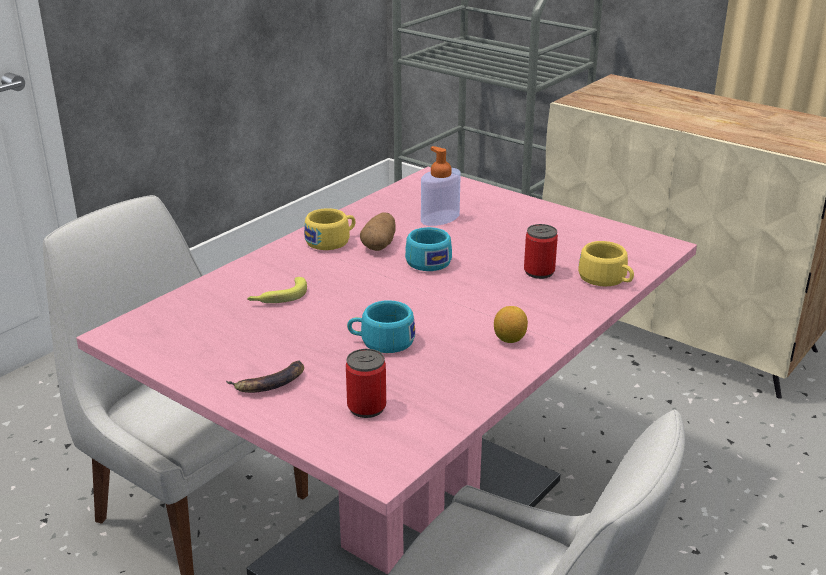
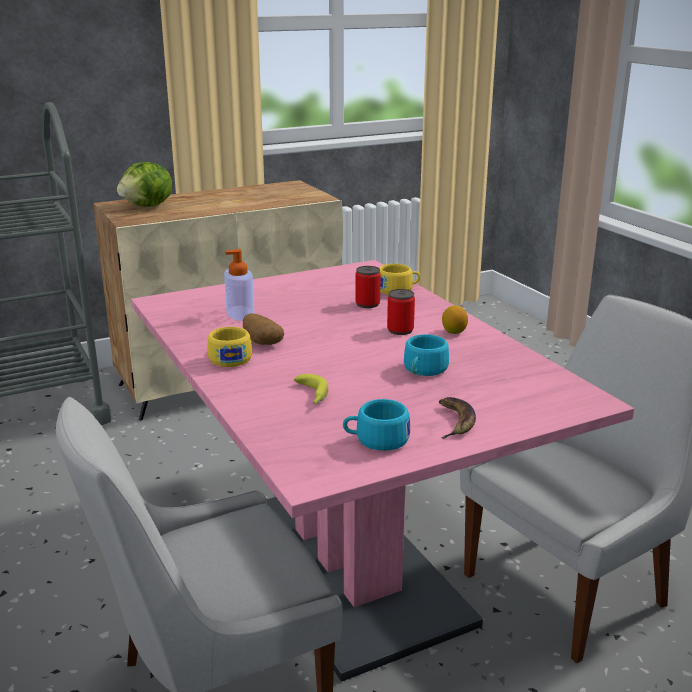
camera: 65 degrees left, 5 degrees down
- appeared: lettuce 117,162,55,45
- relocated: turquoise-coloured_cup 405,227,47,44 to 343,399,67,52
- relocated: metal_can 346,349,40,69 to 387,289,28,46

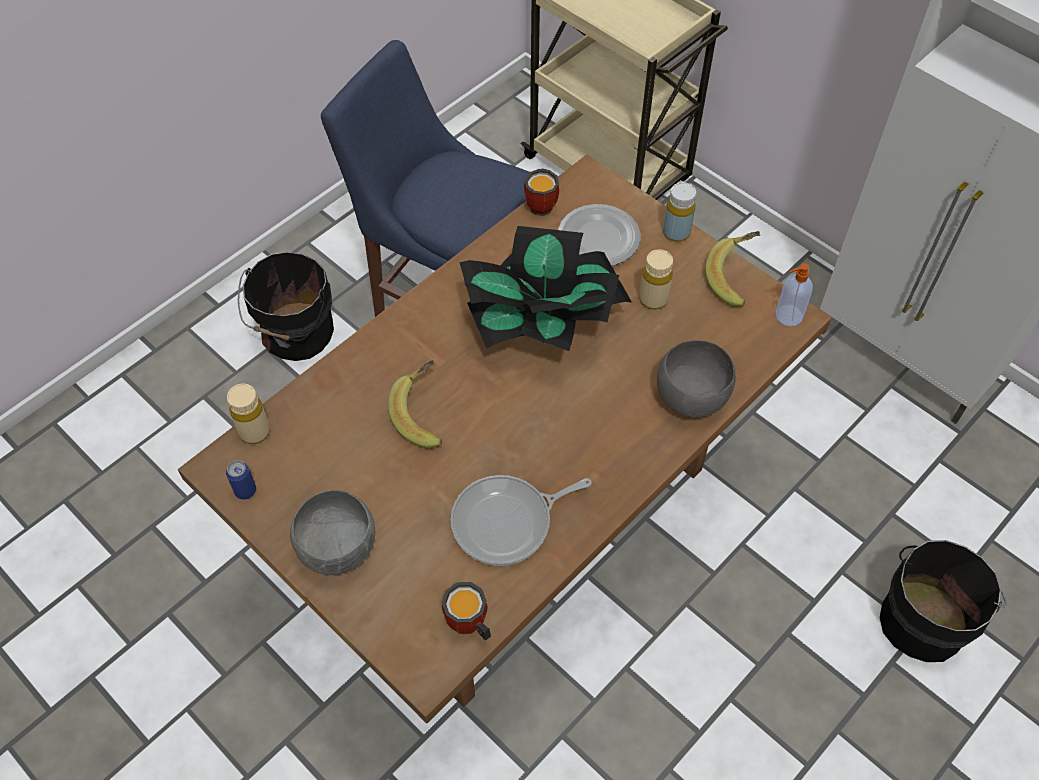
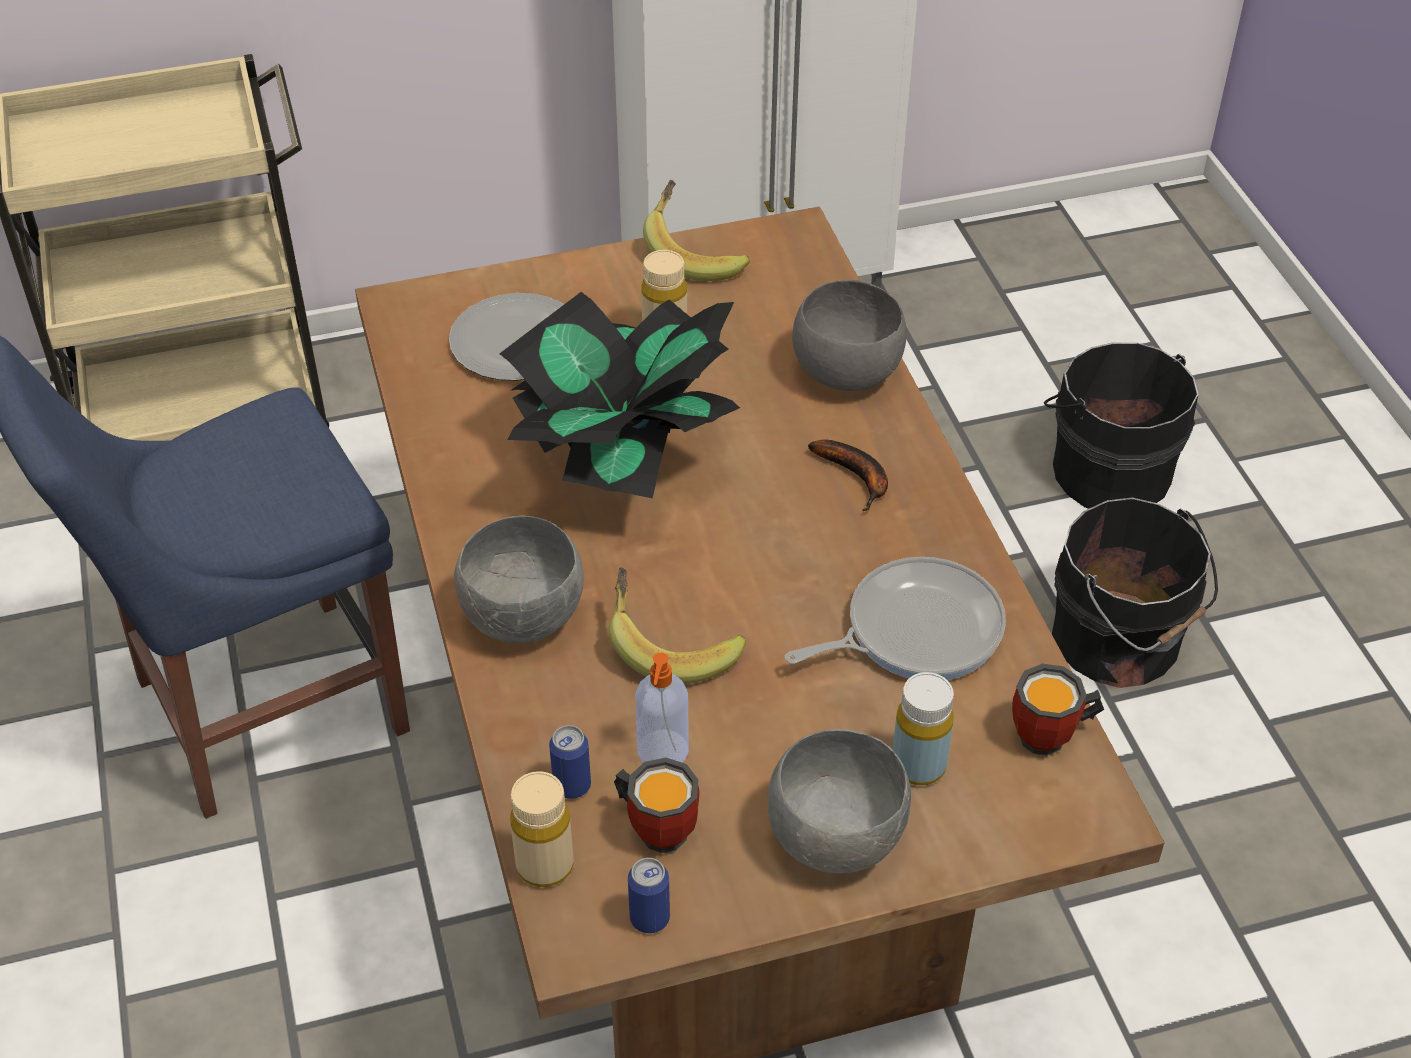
camera: 60 degrees left, 10 degrees down
- appeared: grey_bowl 454,516,130,127
- appeared: metal_can 549,725,42,74
- relocated: mug 524,169,35,47 to 614,758,86,95
- relocated: soap_bottle 775,263,38,63 to 635,653,54,110
- spun: frying_pan 451,475,141,91 = 785,557,221,123 120 degrees counterclockwise
- appeared: banana_fruit 808,439,80,72
- relocated: yellowish_bottle 663,182,33,60 to 893,672,61,113
- relocated: black-coloured_water_bucket 238,252,96,109 to 1052,497,166,191

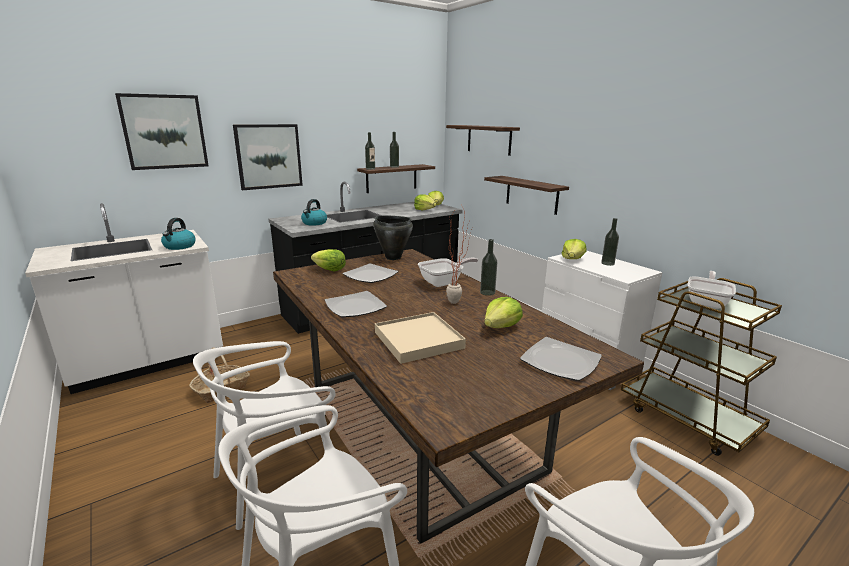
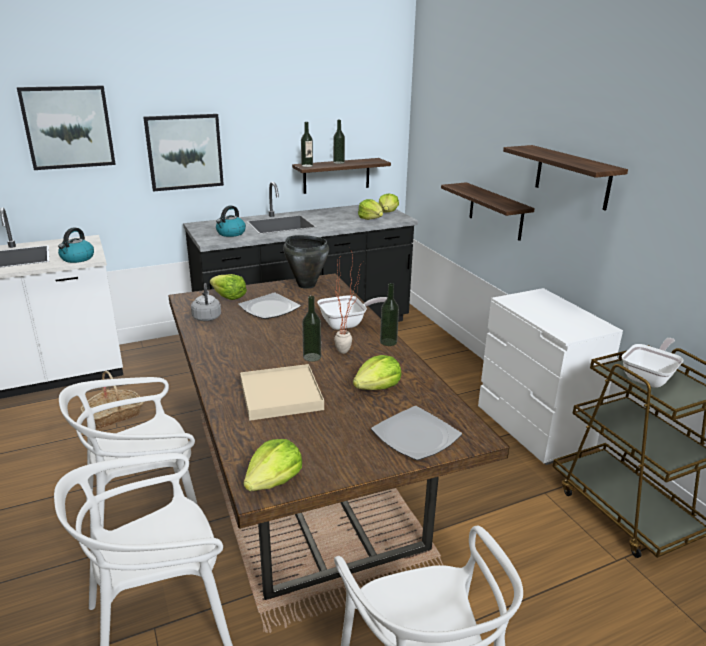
camera: 10 degrees right, 5 degrees up
- appeared: grey_water_kettle 191,283,30,38
- relocated: lettuce 561,239,26,20 to 244,439,58,52
- relocated: bottle 601,218,18,48 to 302,296,19,66
- relocated: bracket_shelf 446,125,74,31 to 503,145,125,66
- missing: flat_dish 325,291,62,27

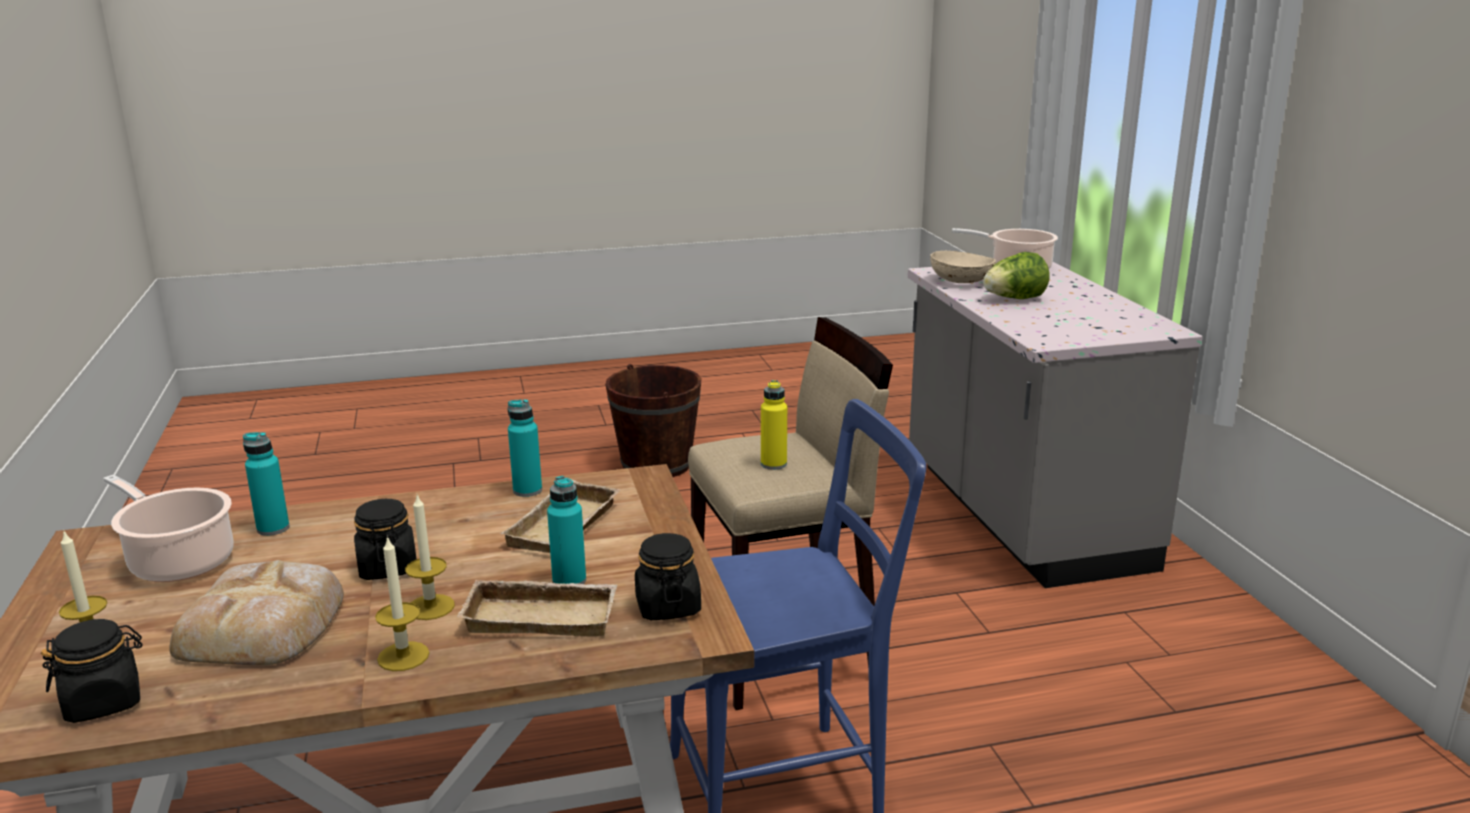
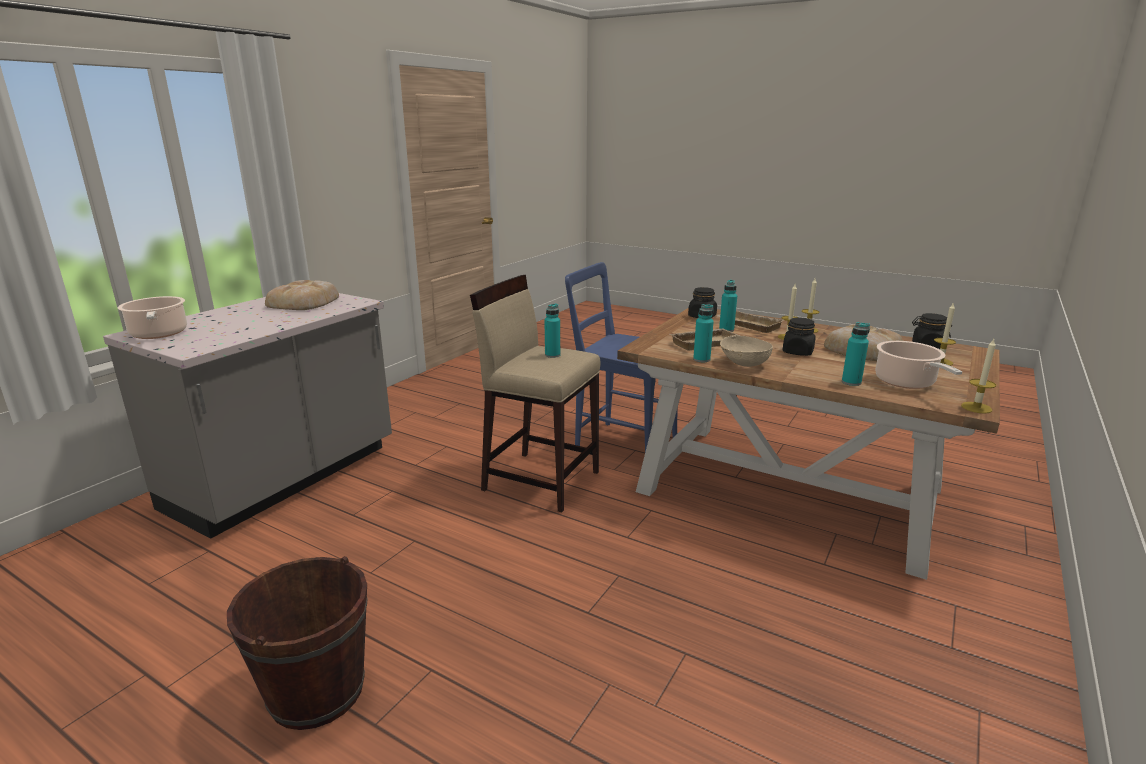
camera: 135 degrees left, 0 degrees up
- appeared: bread 265,280,74,30
- colour: yellowish_bottle 761,380,26,90 to turquoise-coloured_bottle 544,303,16,55
- relocated: beige_bowl 930,250,65,33 to 720,335,53,32
- appeared: wax_candle 961,339,35,75
- missing: lettuce 983,252,67,47

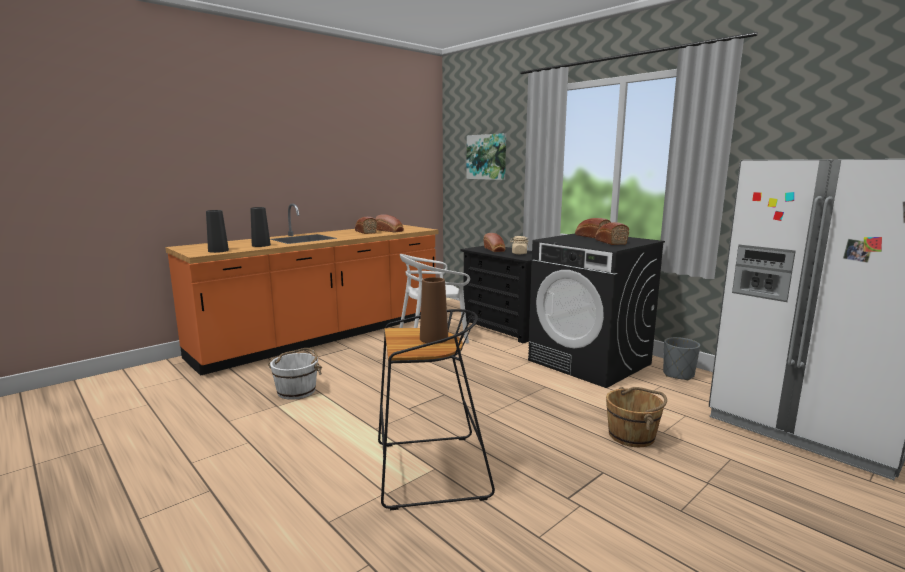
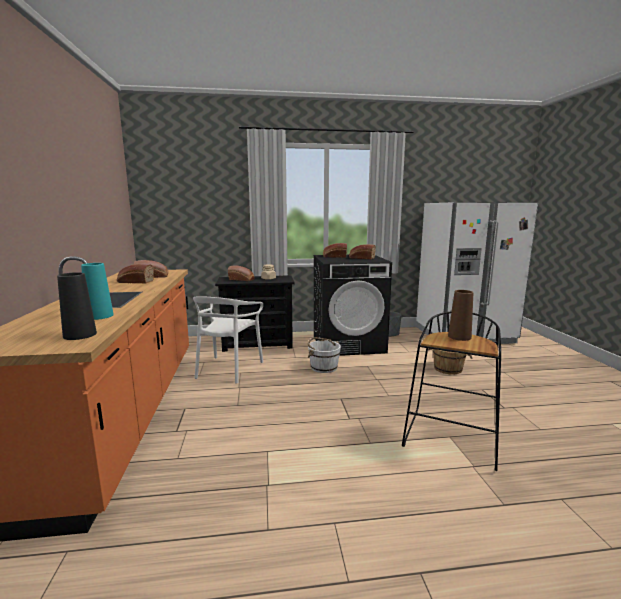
camera: 55 degrees left, 0 degrees up
- colour: black-coloured_vase 250,207,21,40 to turquoise-coloured_vase 81,263,33,57
- relocated: white-coloured_water_bucket 268,348,54,52 to 308,337,33,36
- missing: picture 466,133,40,47

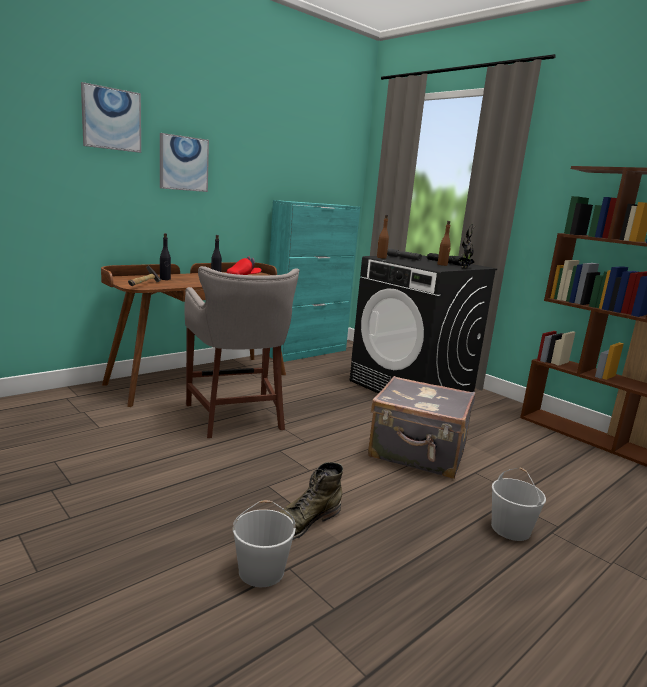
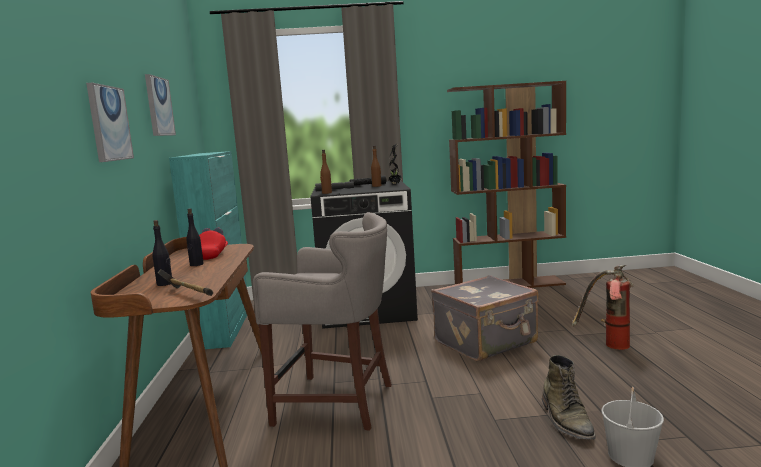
camera: 50 degrees left, 5 degrees down
- relocated: picture 81,82,60,71 to 145,74,31,62
- exchanged: white-coloured_water_bucket 491,468,55,73 to extinguisher 572,265,62,85

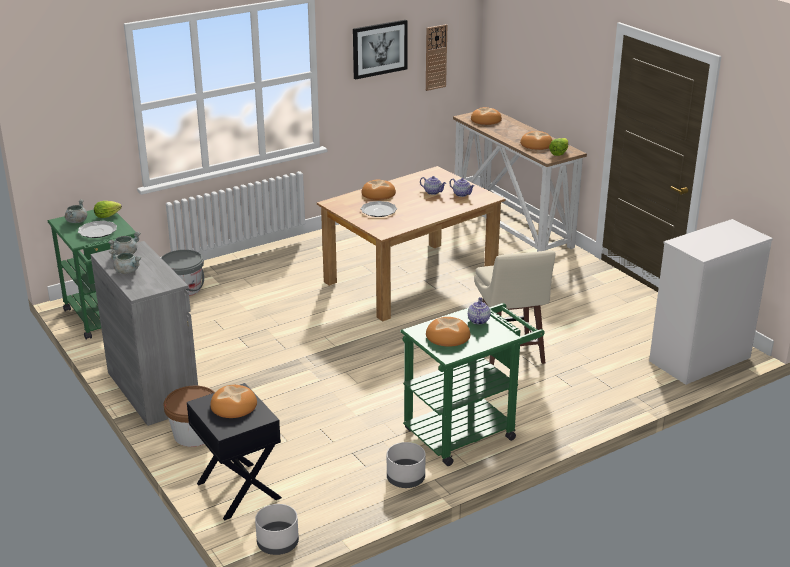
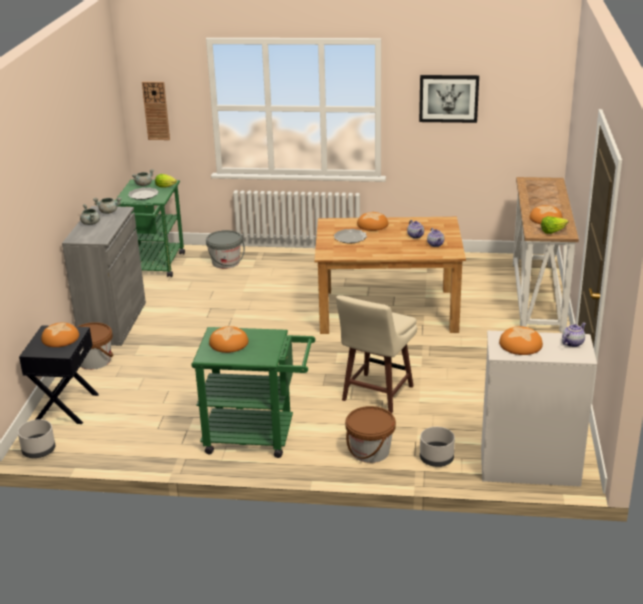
camera: 40 degrees right, 0 degrees up
- relocated: clock_on_the_wall 426,24,22,67 to 142,81,28,59
- appeared: brown_water_bucket 345,406,51,57
- relocated: grey_planter 387,442,39,46 to 420,427,35,40
- relocated: bread 471,107,31,18 to 499,326,44,29
- relocated: teapot 468,297,22,28 to 562,323,24,24

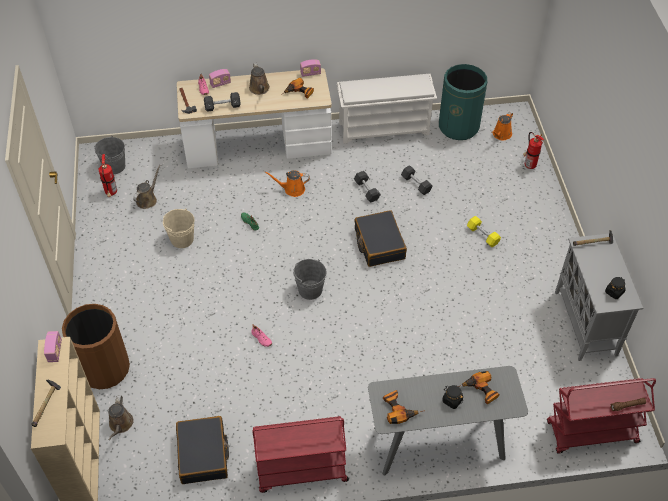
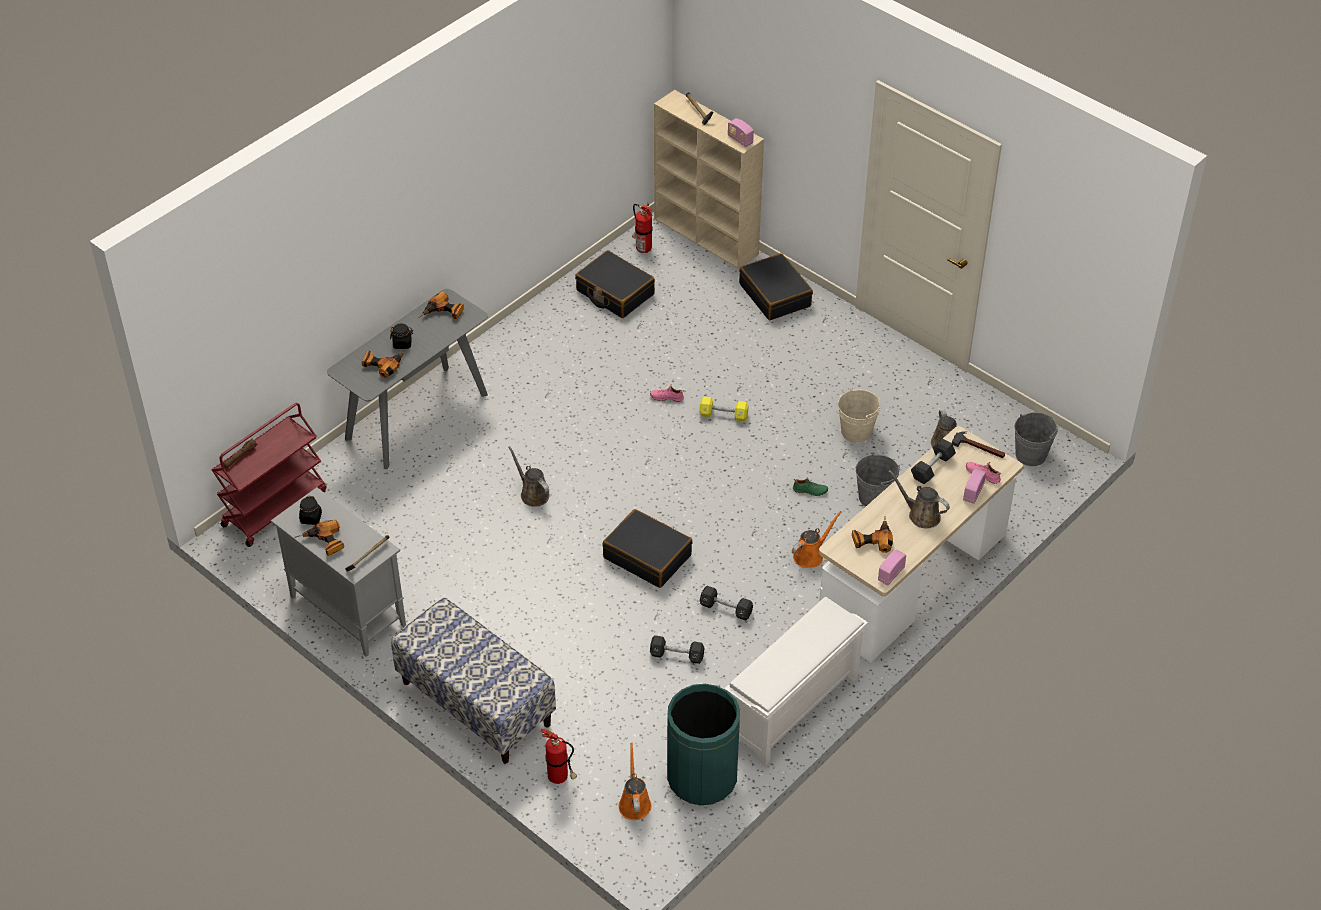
camera: 140 degrees right, 5 degrees down
- appeared: drill 295,520,49,36
- appeared: indoor_bench 391,598,165,165
- relocated: brown_watering_pot 108,396,26,44 to 508,446,41,61
- relocated: extinguisher 98,154,19,43 to 632,203,21,50
- relocated: yellowish_hand_weight 467,216,34,31 to 699,396,49,26
- exchanged: brown_rubbish_bin 62,304,68,85 to black-coloured_piece_of_luggage 739,253,74,67
- relocated: grey_water_bucket 293,259,33,41 to 856,453,44,53
- missing: red-coloured_trolley 252,416,97,77

